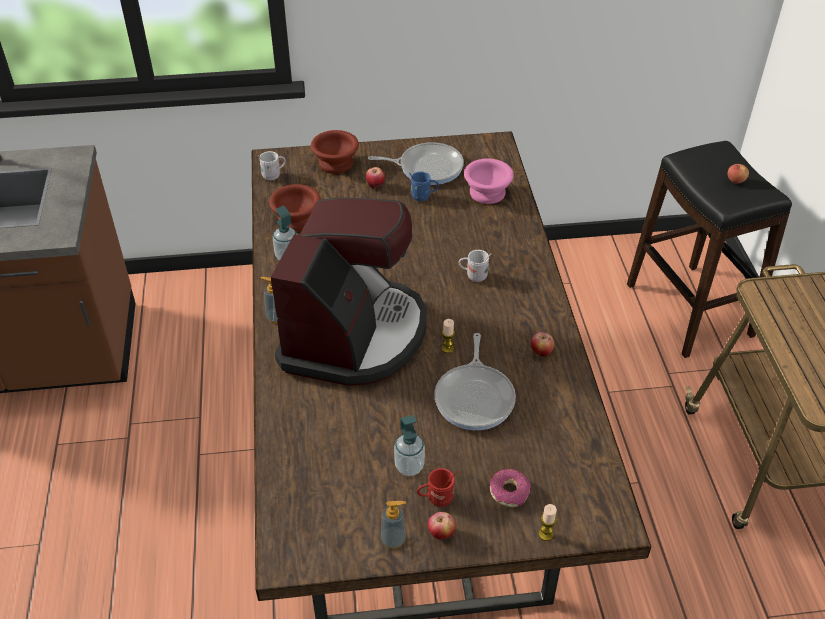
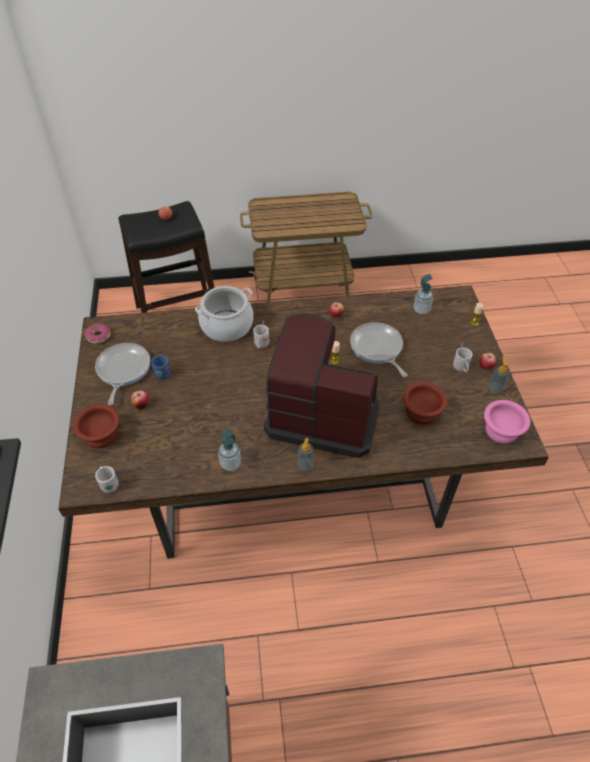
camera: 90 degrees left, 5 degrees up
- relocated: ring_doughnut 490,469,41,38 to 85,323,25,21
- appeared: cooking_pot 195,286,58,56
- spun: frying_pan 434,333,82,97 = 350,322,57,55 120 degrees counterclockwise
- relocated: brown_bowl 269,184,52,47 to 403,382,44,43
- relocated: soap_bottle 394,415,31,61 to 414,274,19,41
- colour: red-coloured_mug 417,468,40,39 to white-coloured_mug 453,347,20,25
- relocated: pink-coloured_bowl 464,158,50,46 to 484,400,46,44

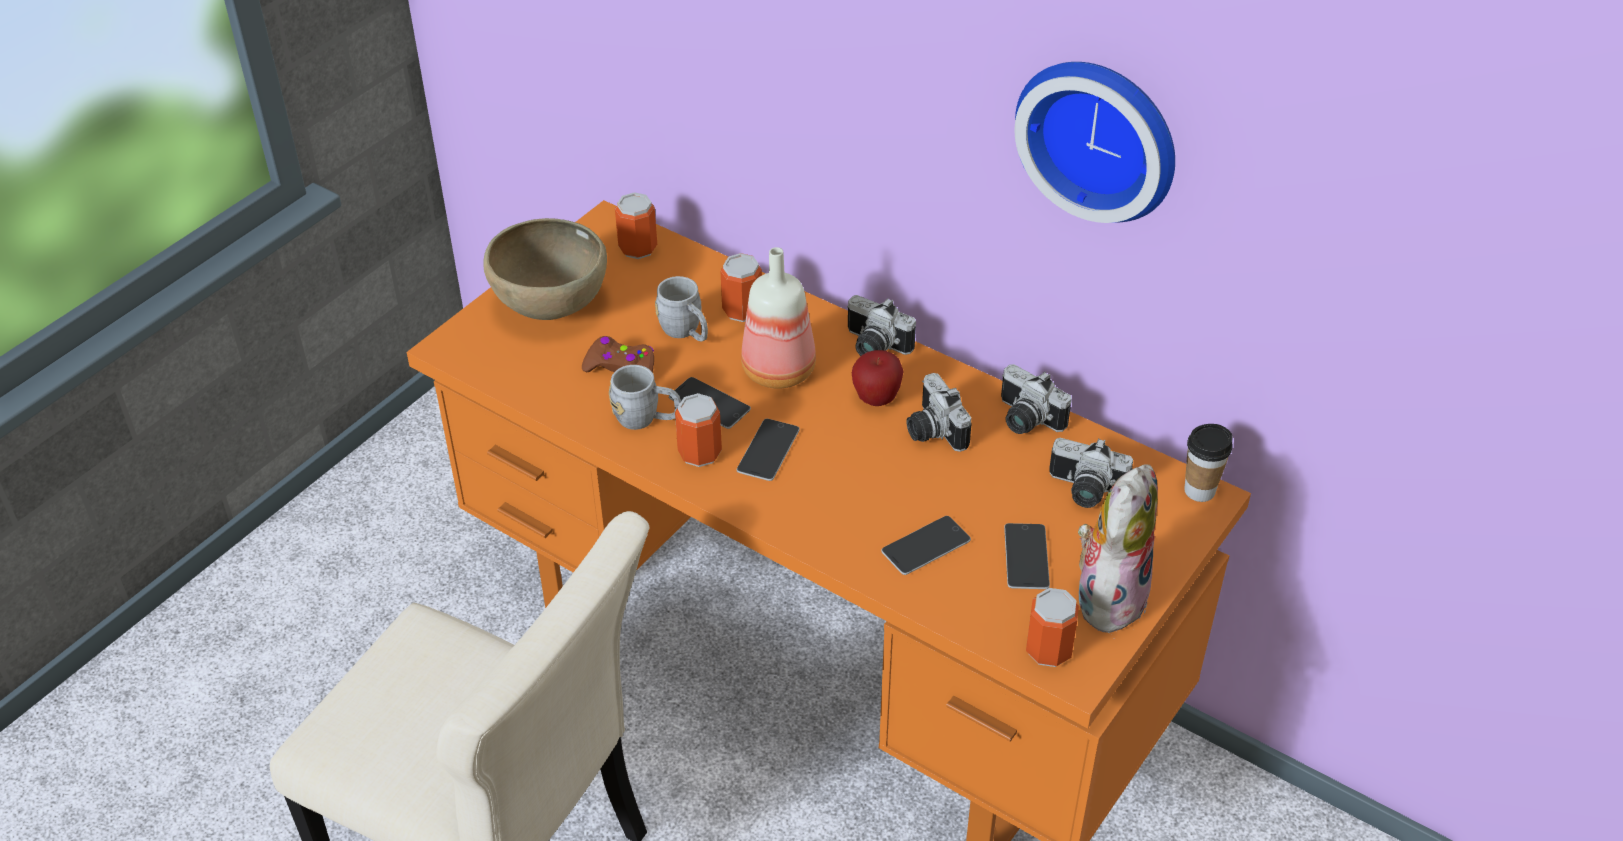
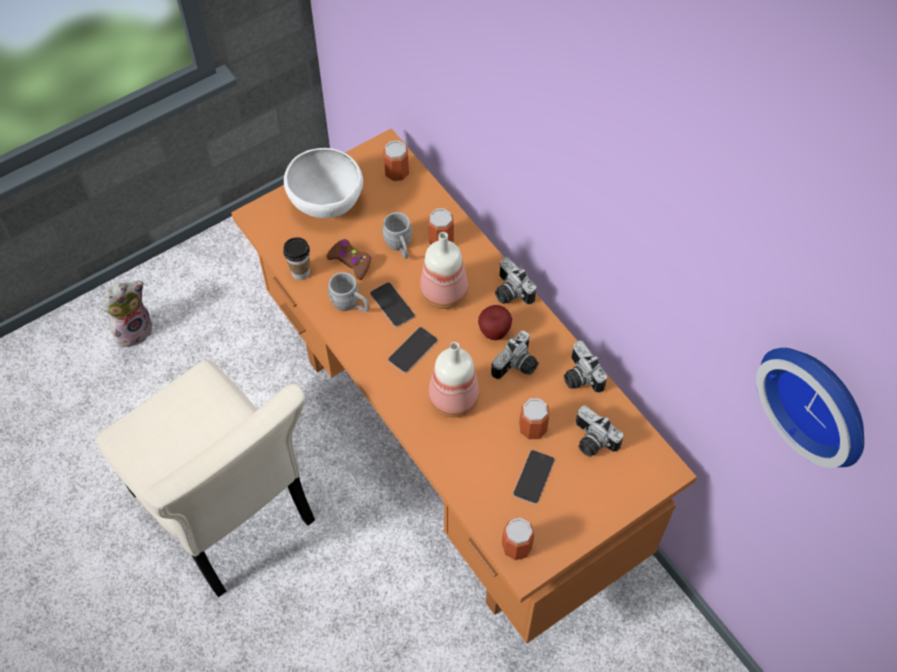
camera: 20 degrees right, 15 degrees up
- relocated: cuddly_toy 1078,464,80,175 to 103,281,49,70
- relocated: cup 1184,424,49,78 to 283,237,27,43
- colour: brown_bowl 483,218,124,102 to white-coloured_bowl 284,148,79,70
- appeared: bottle 428,342,51,76
- spun: photo_camera 906,373,66,79 = 491,331,48,48 135 degrees counterclockwise
- relocated: metal_can 675,393,47,74 to 519,398,30,41
- relocated: clock_on_the_wall 1015,62,160,161 to 756,348,108,120
- missing: handset 881,516,90,59

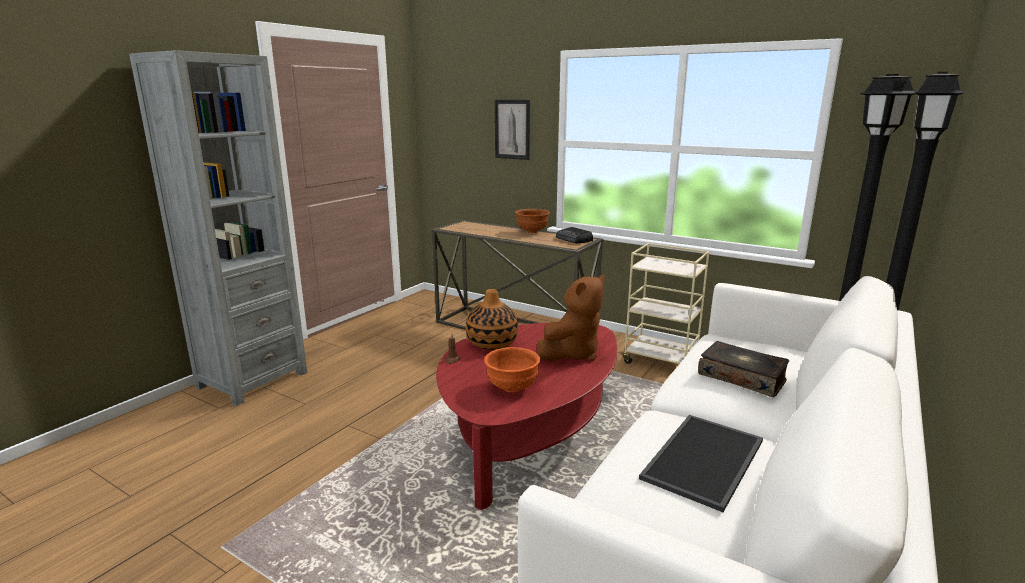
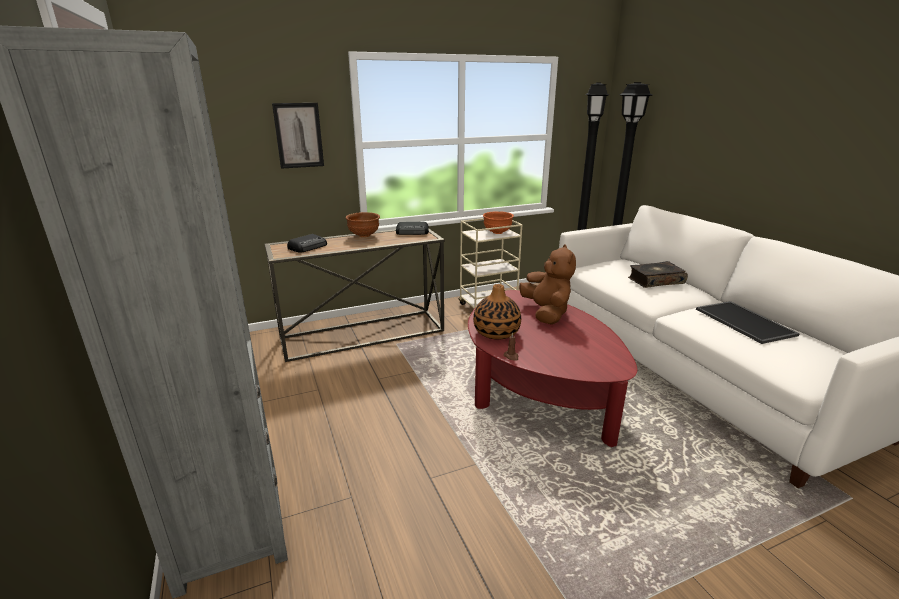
camera: 55 degrees left, 5 degrees up
- appeared: radio_receiver 287,234,40,19
- relocated: orange-coloured_bowl 484,347,56,45 to 483,211,31,23

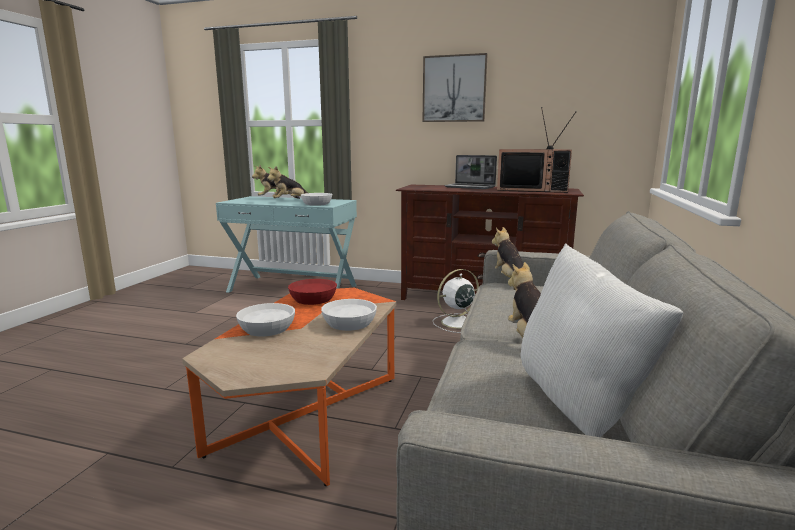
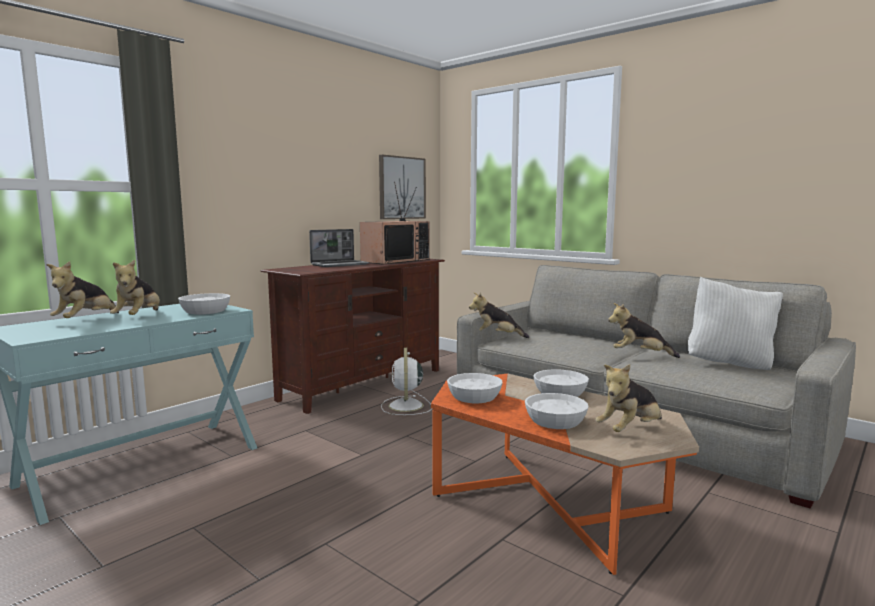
camera: 65 degrees left, 5 degrees down
- relocated: picture 423,53,65,69 to 379,155,47,64
- colour: red-coloured_bowl 288,279,49,26 to white-coloured_bowl 447,373,55,30
- appeared: cuddly_toy 595,364,67,68

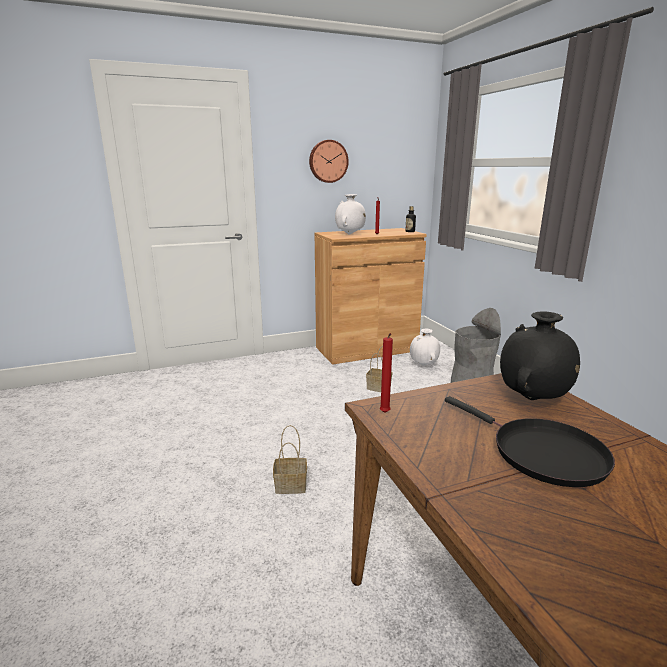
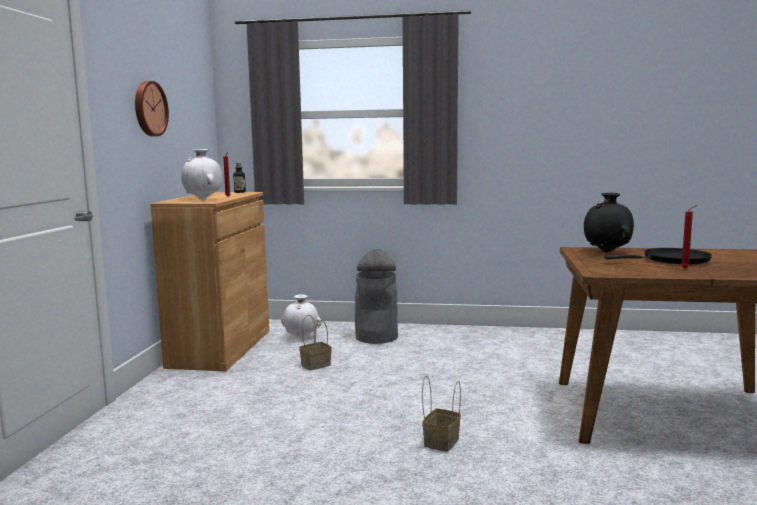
camera: 60 degrees left, 10 degrees down
- relocated: red-coloured_wax_candle 379,333,14,80 to 681,205,16,63

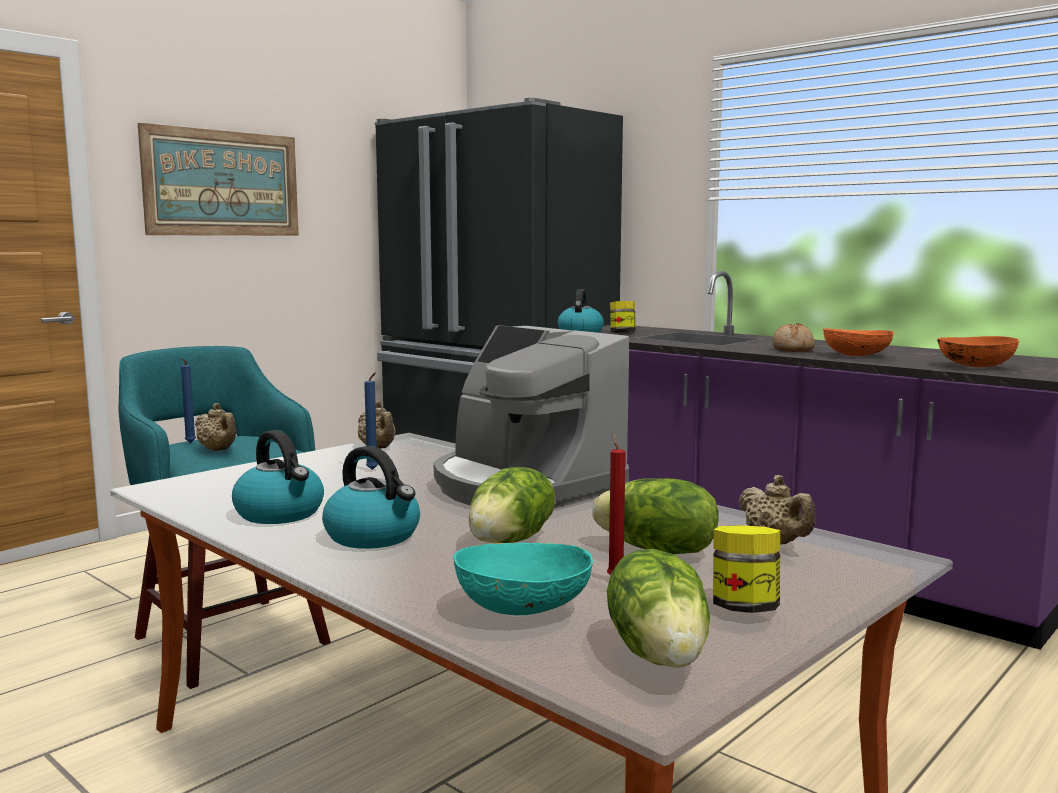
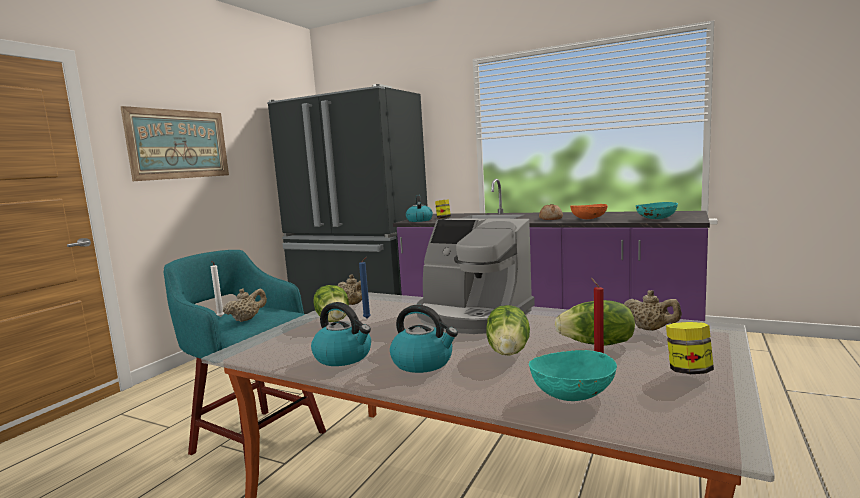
camera: 15 degrees left, 0 degrees up
- colour: blue_wax_candle 181,358,15,85 to white-coloured_wax_candle 211,261,13,56
- spun: beige_teapot 195,403,41,48 = 223,288,44,34 75 degrees counterclockwise
- relocated: lettuce 607,549,103,119 to 313,285,36,37
- colour: orange-coloured_bowl 937,336,82,31 to turquoise-coloured_bowl 636,202,42,17

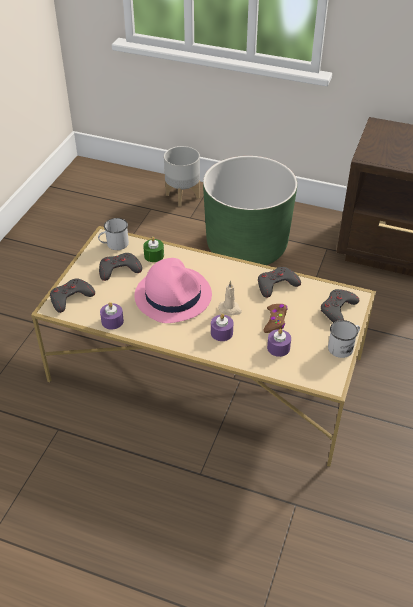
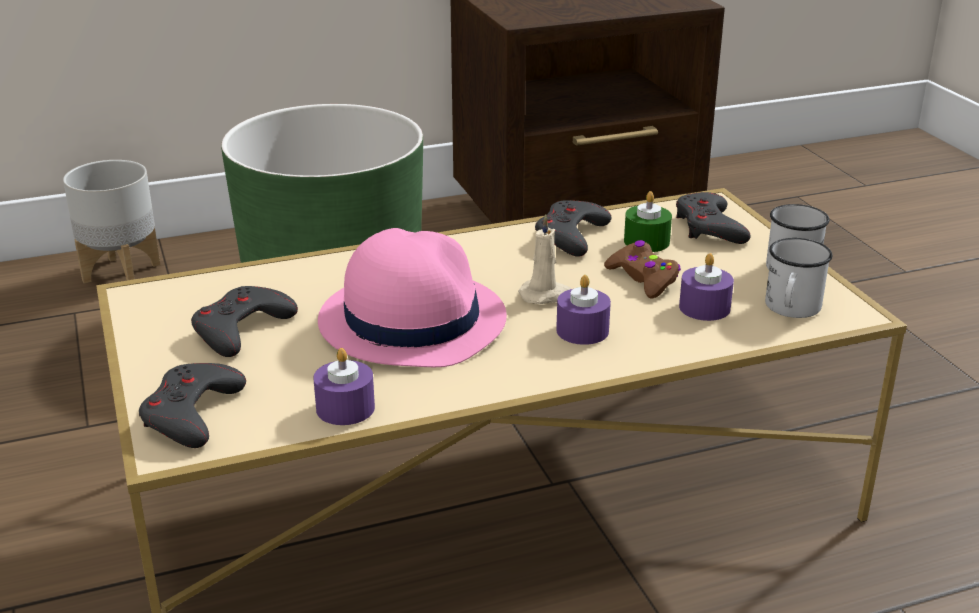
camera: 40 degrees left, 15 degrees down
- relocated: greenish_wax_candle 143,237,21,25 to 624,191,48,61
- relocated: white-coloured_mug 98,218,31,32 to 765,238,68,80

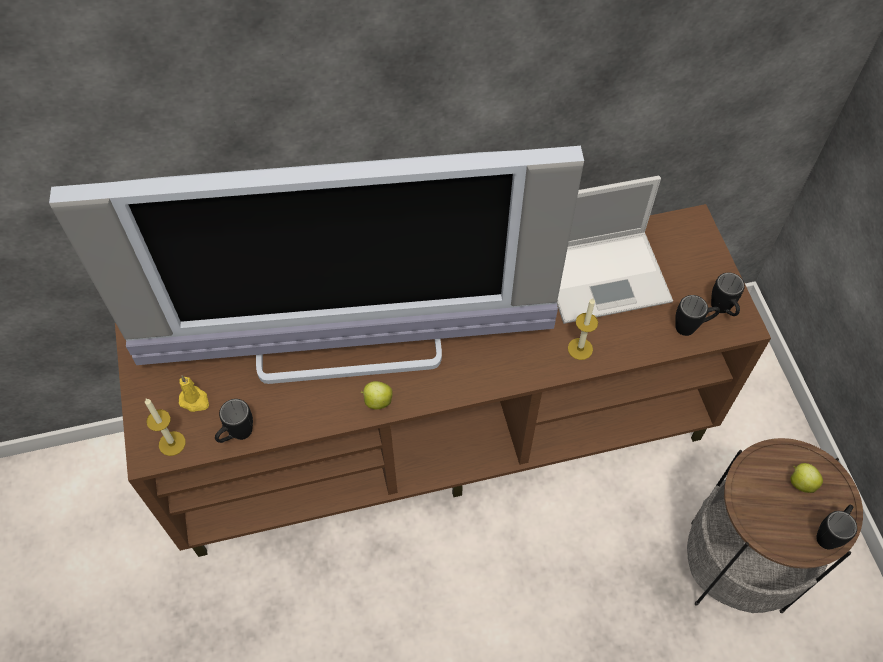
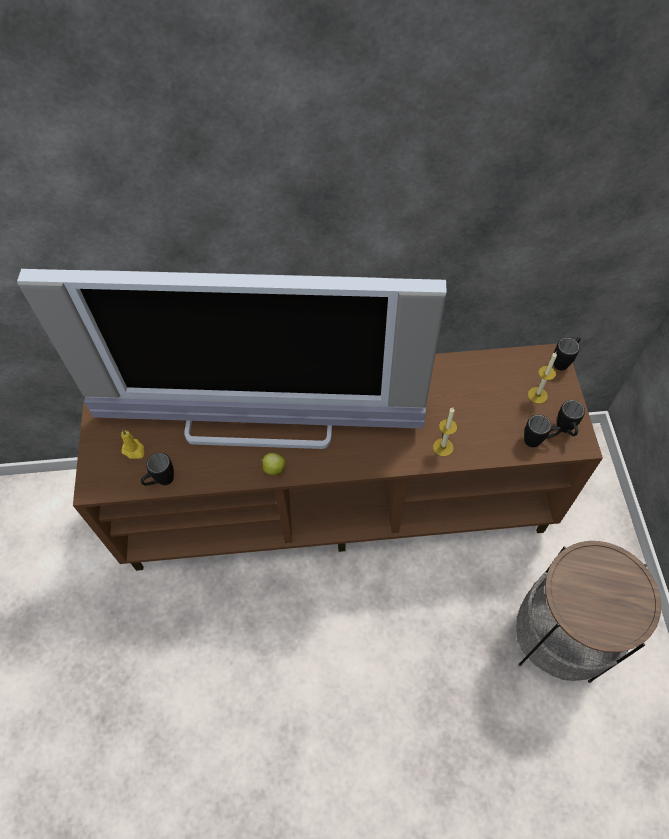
camera: 10 degrees right, 0 degrees up
- relocated: wax_candle 145,399,41,57 to 528,352,29,52
- relocated: black-coloured_mug 816,505,41,44 to 553,337,28,33
- missing: laptop 557,176,116,148
- missing: apple_fruit 791,463,32,30

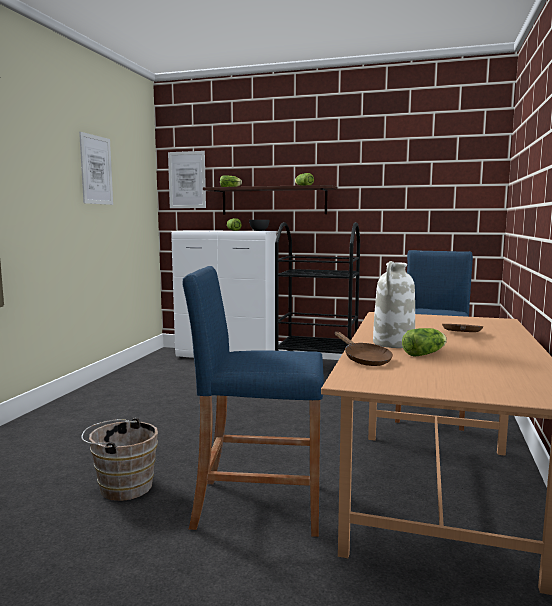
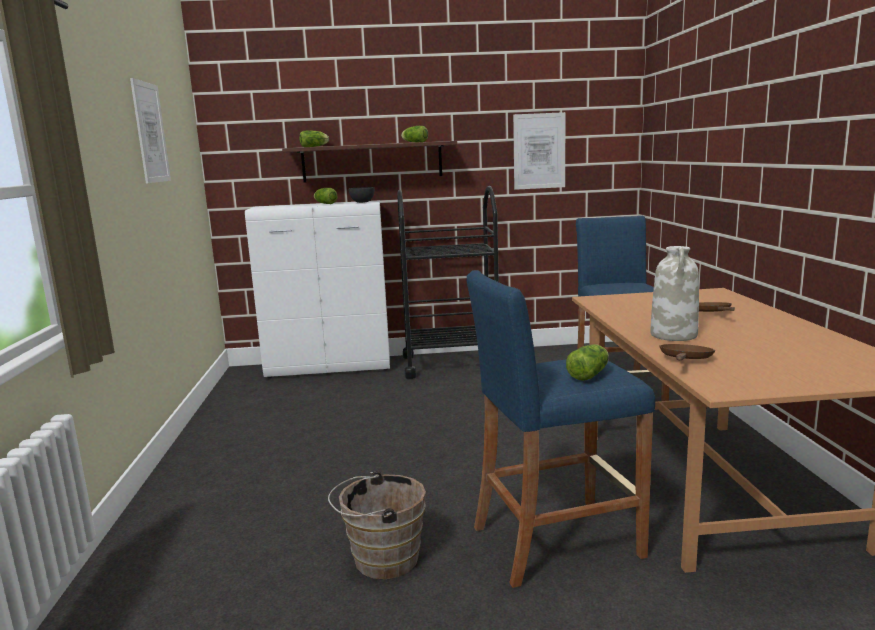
camera: 20 degrees left, 5 degrees up
- relocated: picture 168,151,38,57 to 513,112,53,78
- relocated: lettuce 402,328,45,29 to 566,344,43,37
- spun: brown_frying_pan 335,332,58,34 = 659,344,57,16 105 degrees counterclockwise

